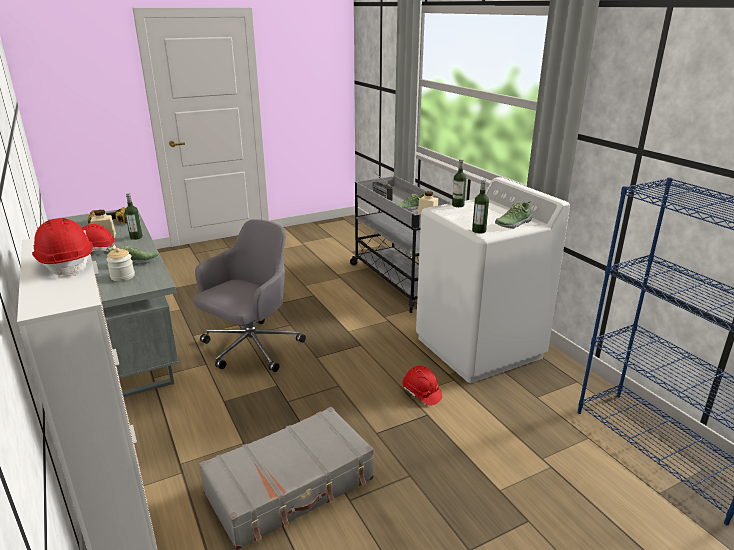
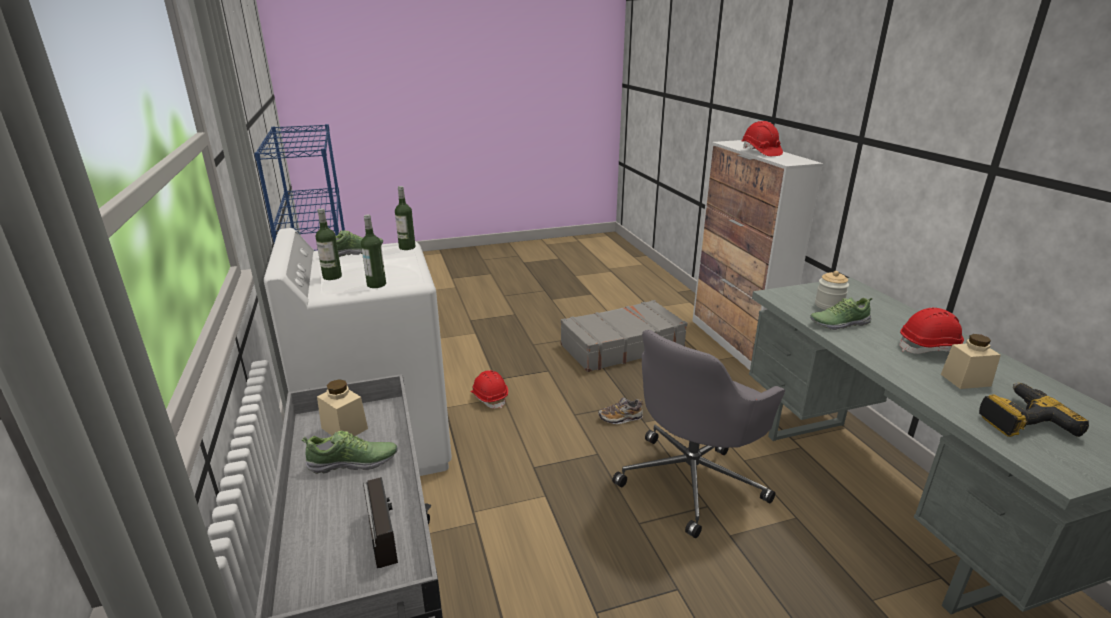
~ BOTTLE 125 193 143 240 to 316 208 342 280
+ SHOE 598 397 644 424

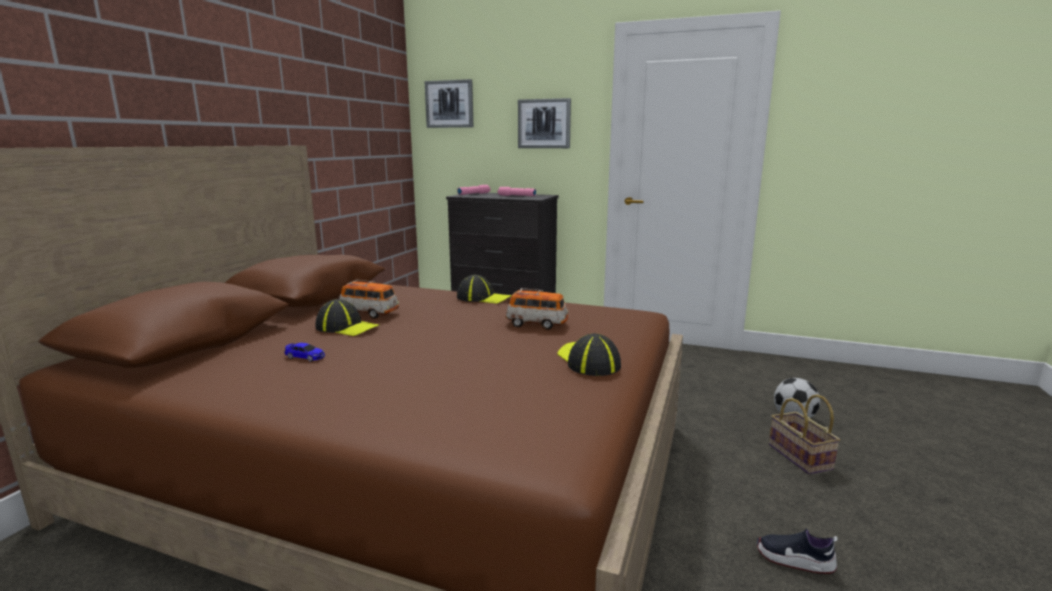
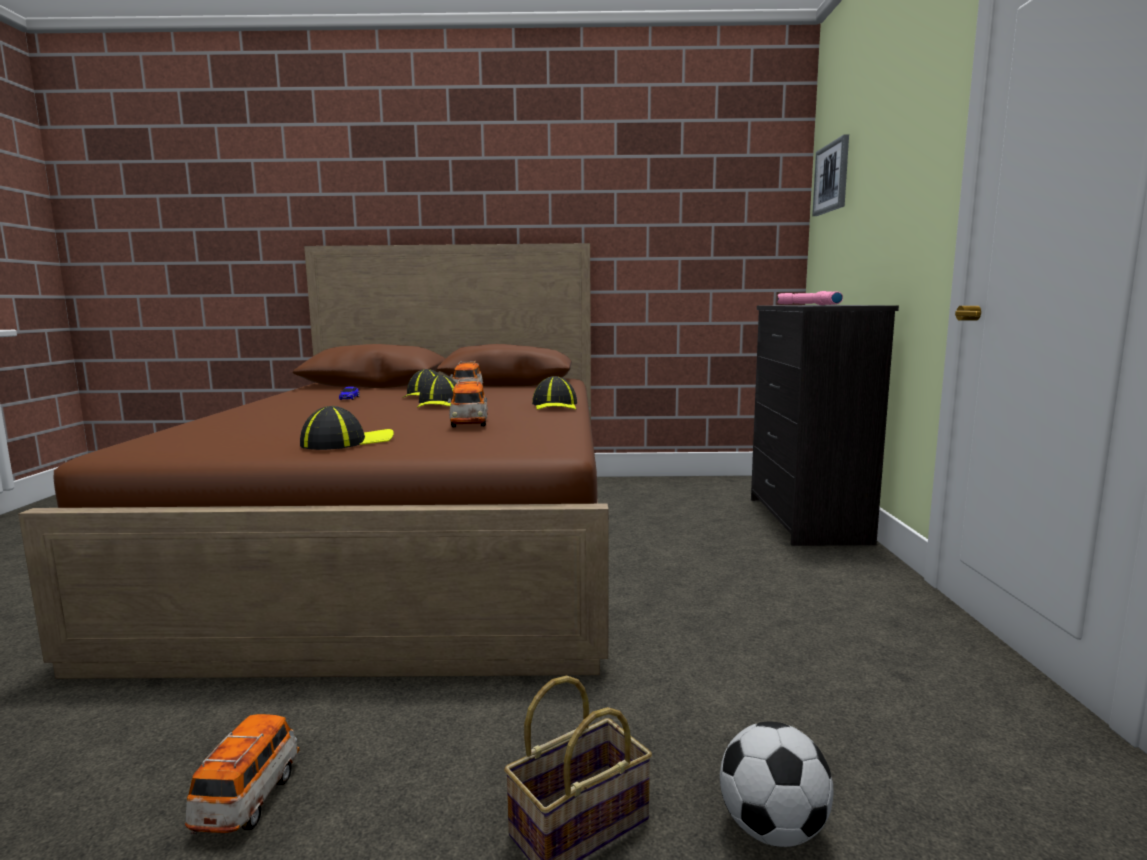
- PICTURE 518 98 571 148
~ SHOE 757 528 838 574 to TOY CAR 185 714 299 835
+ CAP 417 375 456 408

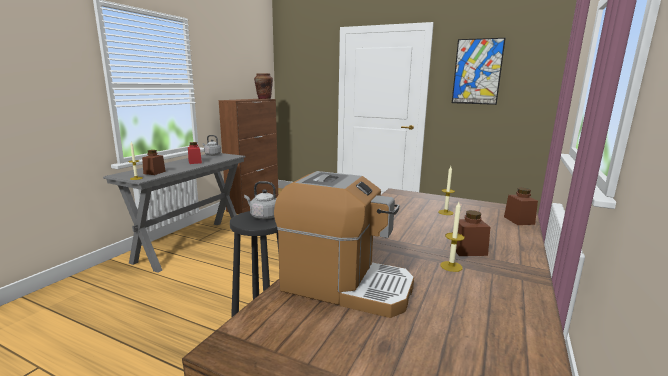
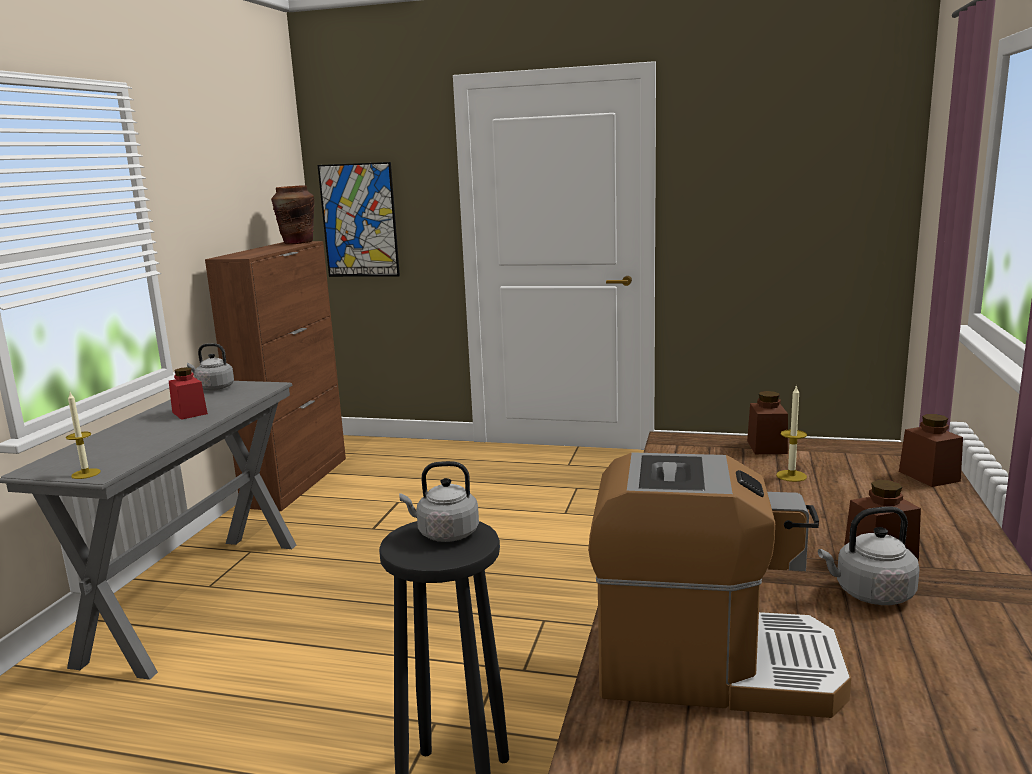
~ PICTURE 452 38 506 105 to 318 162 400 277
~ BROWN JAR 142 150 166 175 to 747 391 788 454
~ CANDLE 441 202 465 272 to GREY KETTLE 818 507 920 605

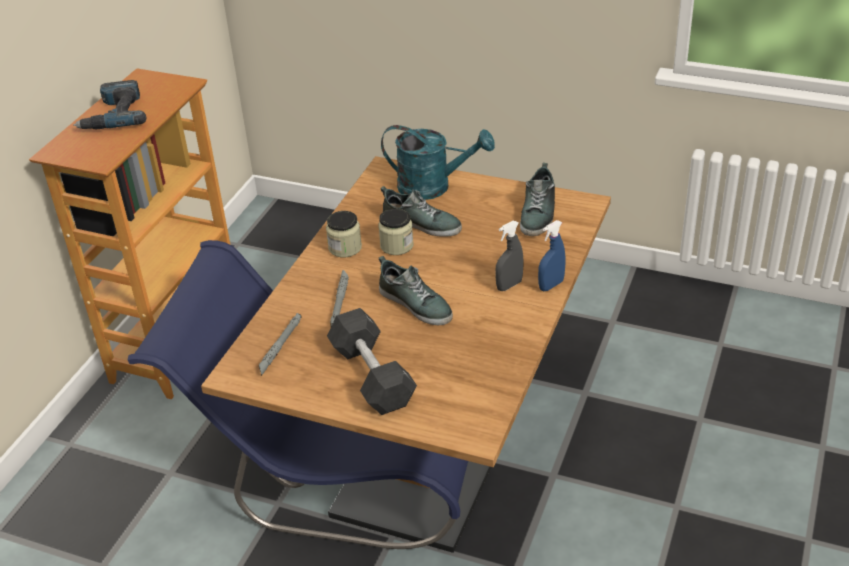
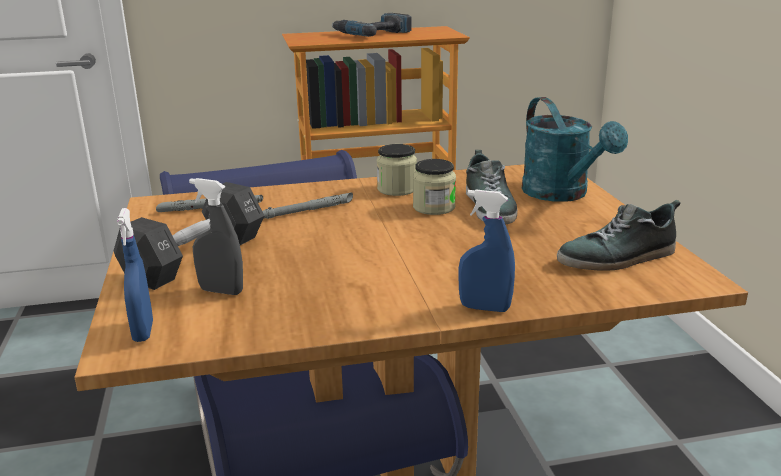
~ GREY SPRAY BOTTLE 495 221 524 291 to 189 178 243 295
- SHOE 379 256 453 325
+ BLUE SPRAY BOTTLE 117 208 153 342

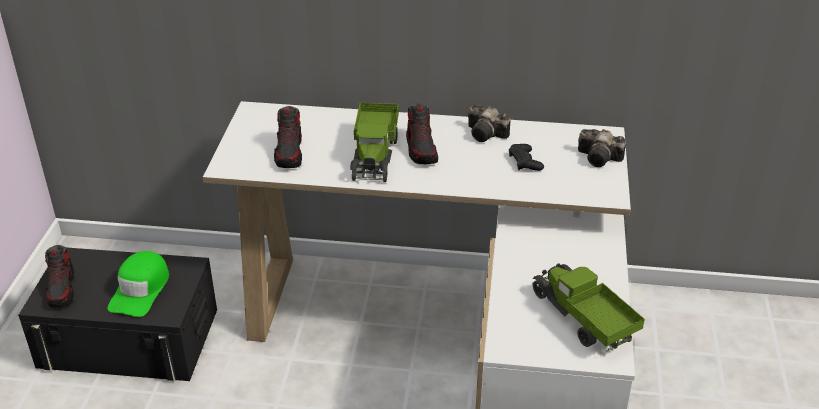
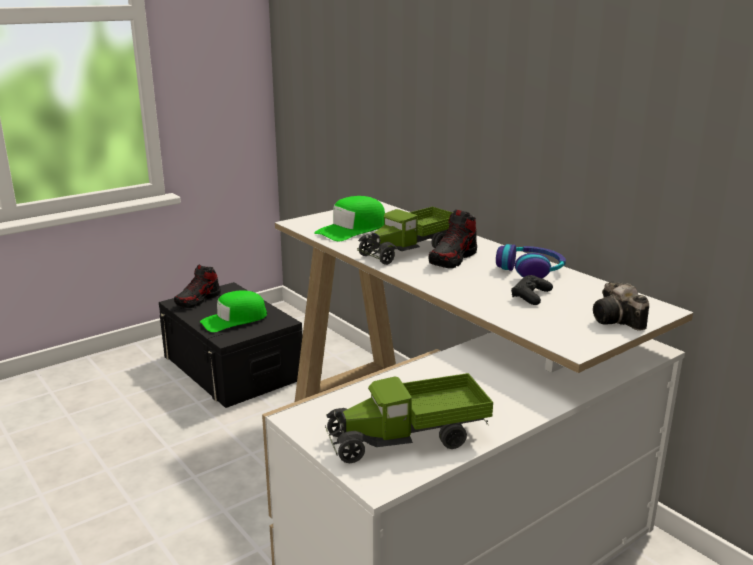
~ PHOTO CAMERA 468 105 510 142 to HEADPHONES 496 244 566 278
~ SHOE 274 106 302 168 to GREEN CAP 314 196 385 241
~ TOY TRUCK 532 263 645 351 = 325 373 493 463 120 degrees counterclockwise

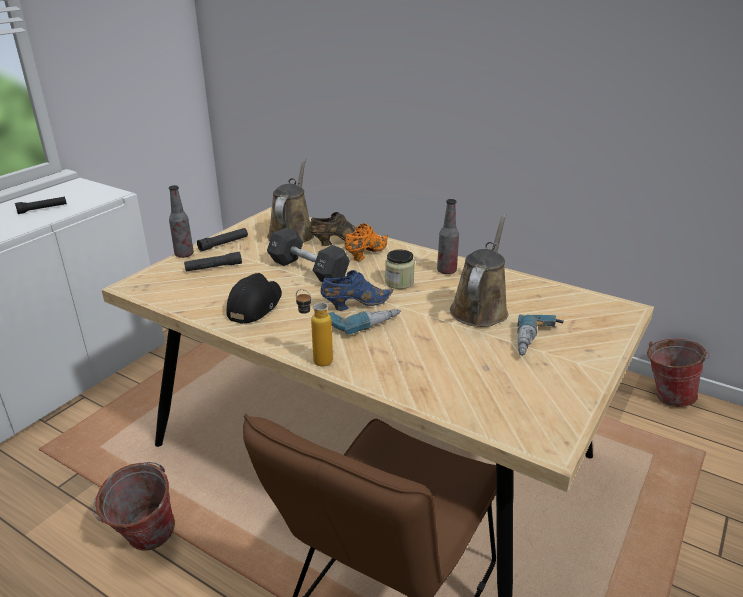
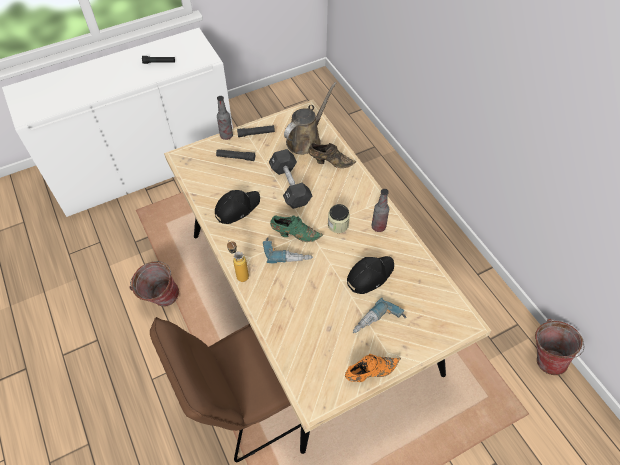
~ BROWN WATERING CAN 450 214 508 327 to BLACK CAP 347 256 394 294
~ ORANGE SHOE 345 223 388 261 to 345 354 401 382
~ BLUE SHOE 321 270 394 311 to GREEN SHOE 270 215 323 242

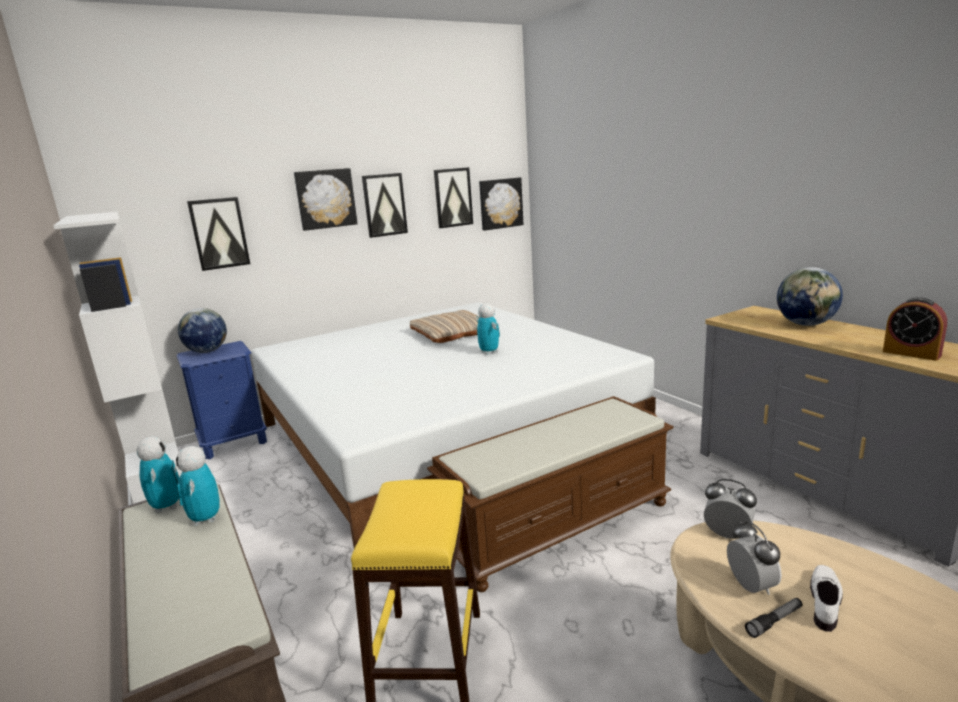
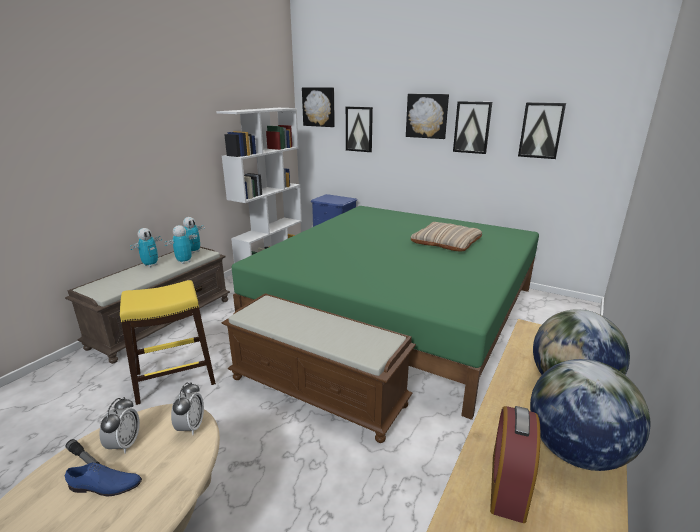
~ PICTURE 479 177 523 231 to 302 87 335 127
~ WHITE BED 251 302 656 548 to GREEN BED 232 206 539 420
~ TOY ROBOT 476 303 500 355 to 130 228 162 267
~ GLOBE 178 308 227 353 to 530 359 651 471
~ ALARM CLOCK 727 521 782 595 = 99 397 140 454 45 degrees counterclockwise
~ WHITE SHOE 810 565 843 632 to BLUE SHOE 65 462 142 496

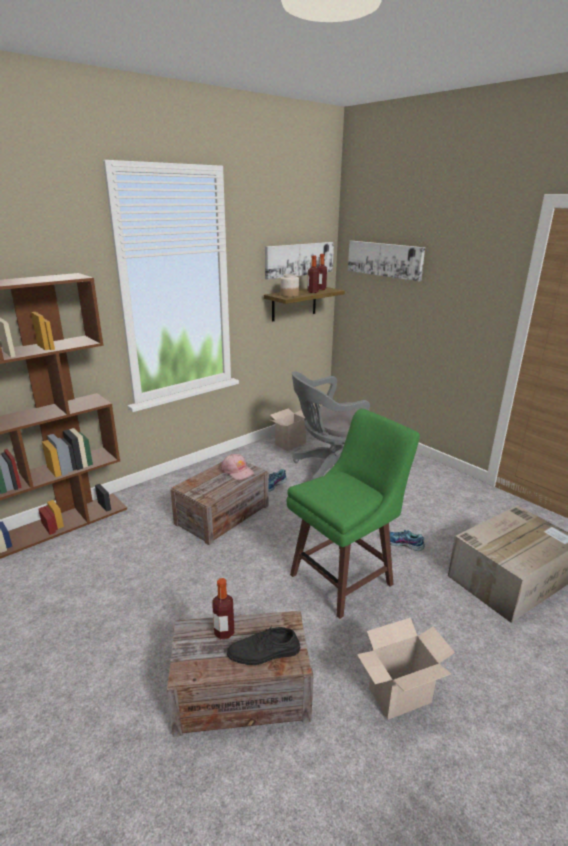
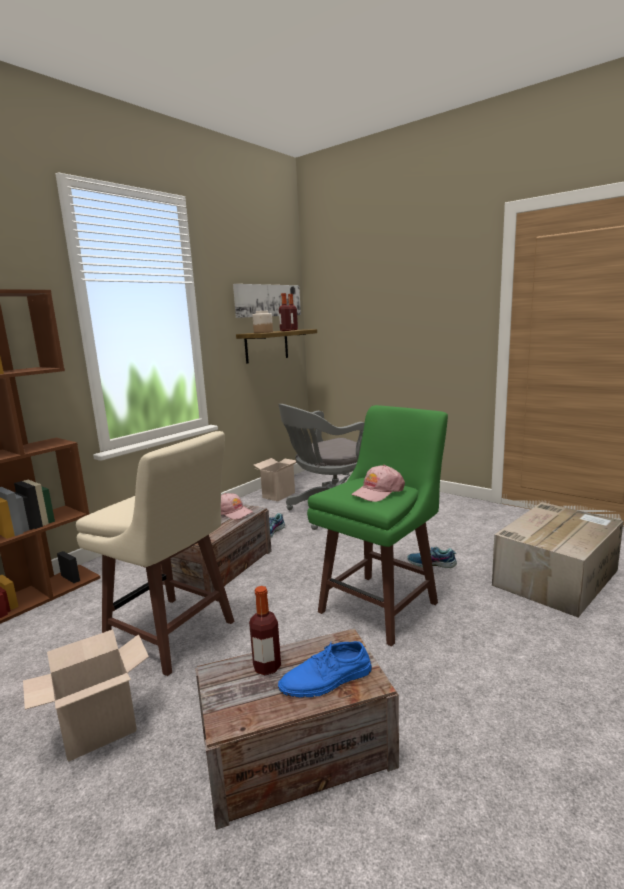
- PICTURE 348 241 425 281
~ CARDBOARD BOX 357 618 455 720 to 23 629 149 762
~ BLACK SHOE 227 625 300 665 to BLUE SHOE 278 641 372 698
+ BEIGE STOOL 76 431 234 676
+ PINK CAP 351 465 405 502

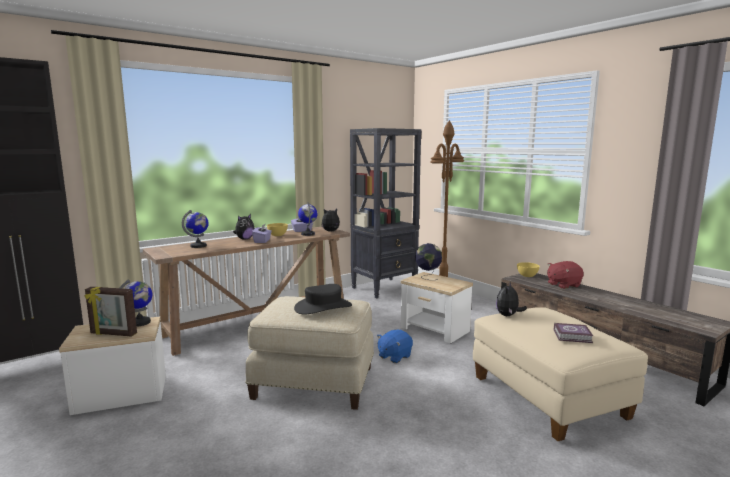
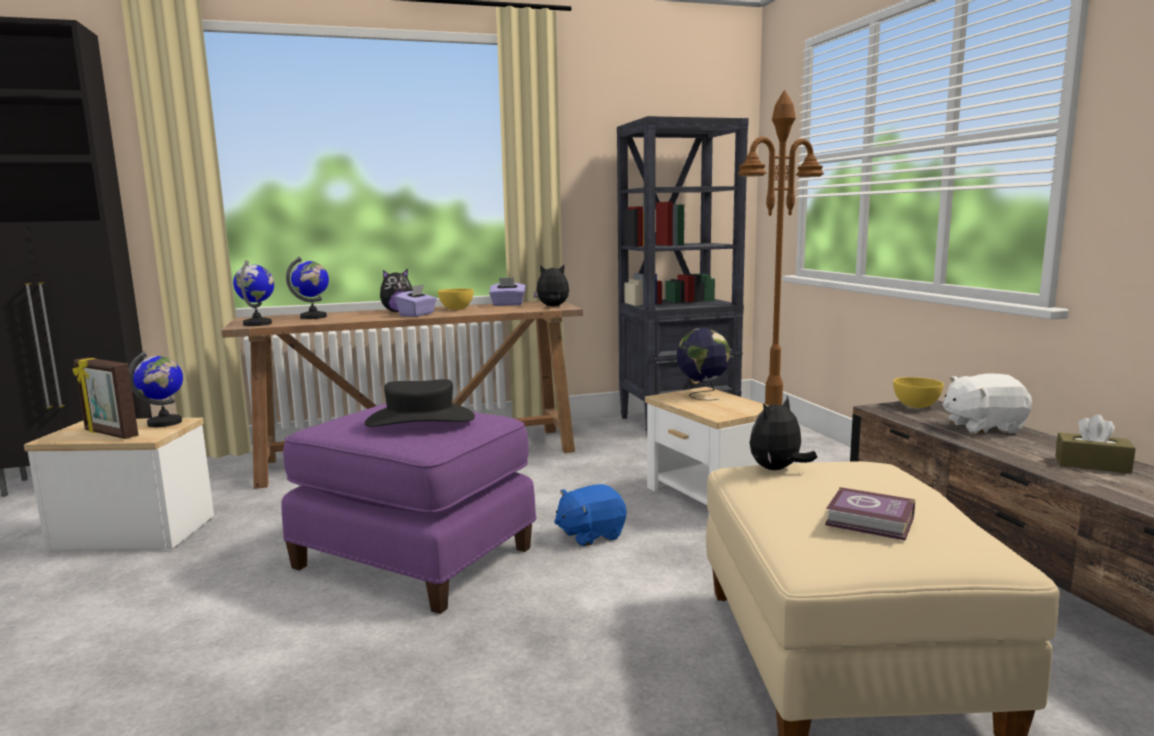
~ GLOBE 298 203 318 236 to 233 260 274 326
~ RED PLUSH TOY 547 261 584 289 to WHITE PLUSH TOY 943 374 1032 434
~ BEIGE OTTOMAN 245 296 374 410 to PURPLE OTTOMAN 281 403 537 614
+ BROWN TISSUE BOX 1055 415 1136 473

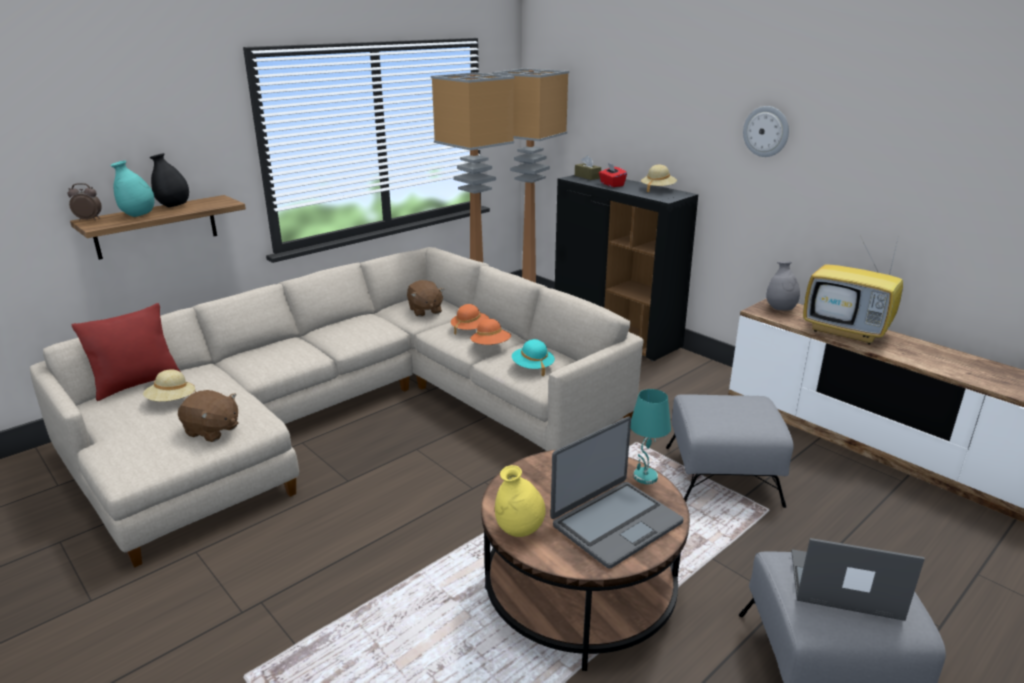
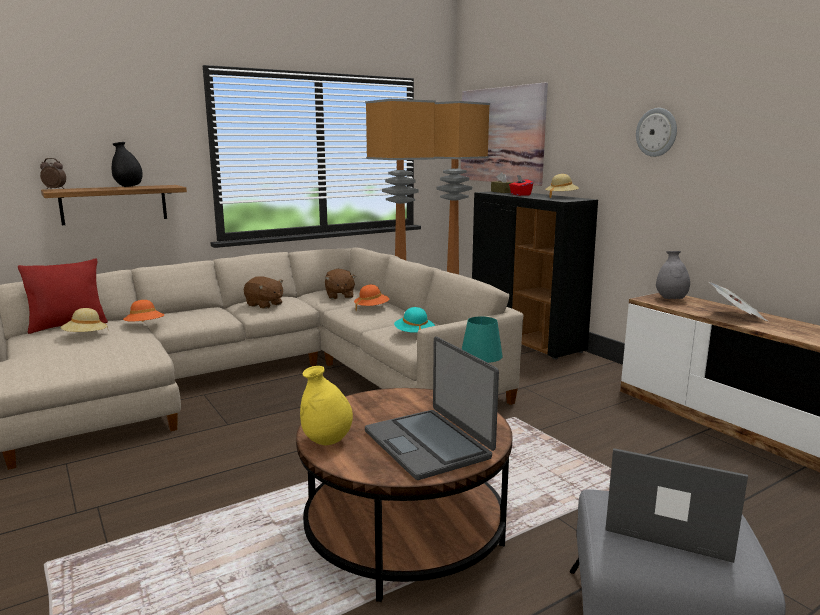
- TURQUOISE VASE 110 160 154 217
~ TELEVISION 803 240 903 345 to NEWSPAPER 708 282 768 321
~ ORANGE HAT 470 319 511 345 to 123 300 164 322
~ BROWN PLUSH TOY 178 390 238 442 to 244 277 283 309
- GREY OTTOMAN 666 394 793 508
~ LAPTOP 550 416 684 568 = 365 336 499 480 90 degrees clockwise
+ PICTURE 461 83 548 186

